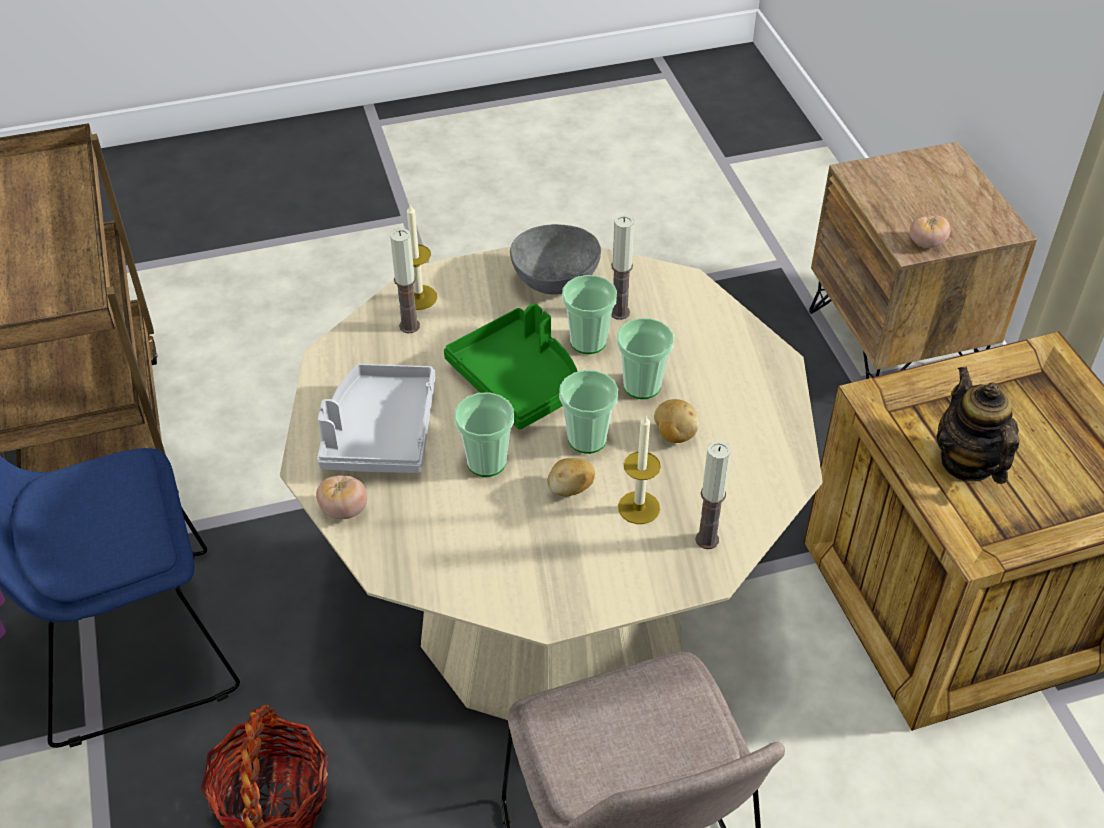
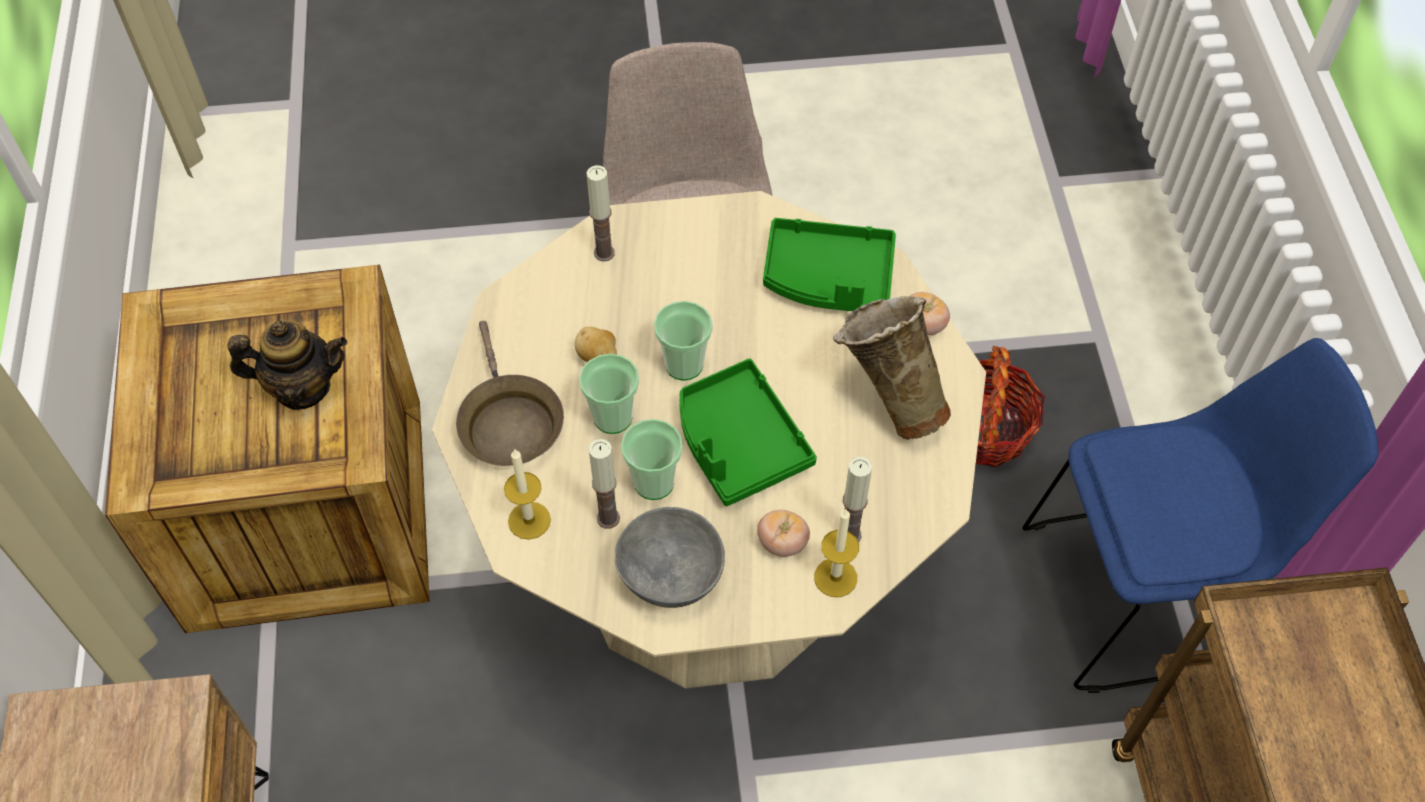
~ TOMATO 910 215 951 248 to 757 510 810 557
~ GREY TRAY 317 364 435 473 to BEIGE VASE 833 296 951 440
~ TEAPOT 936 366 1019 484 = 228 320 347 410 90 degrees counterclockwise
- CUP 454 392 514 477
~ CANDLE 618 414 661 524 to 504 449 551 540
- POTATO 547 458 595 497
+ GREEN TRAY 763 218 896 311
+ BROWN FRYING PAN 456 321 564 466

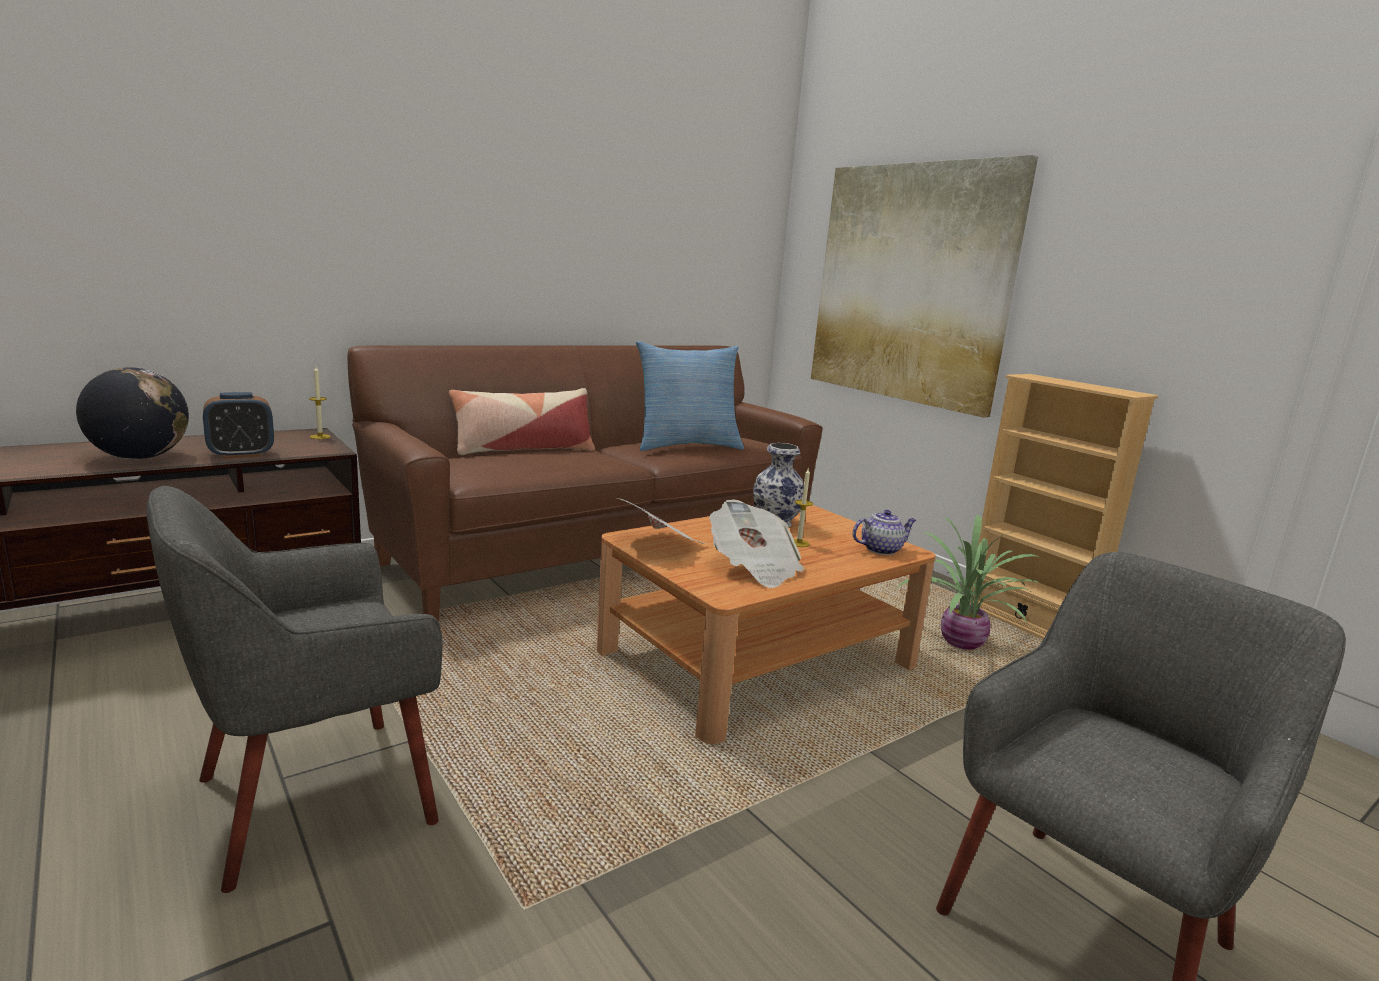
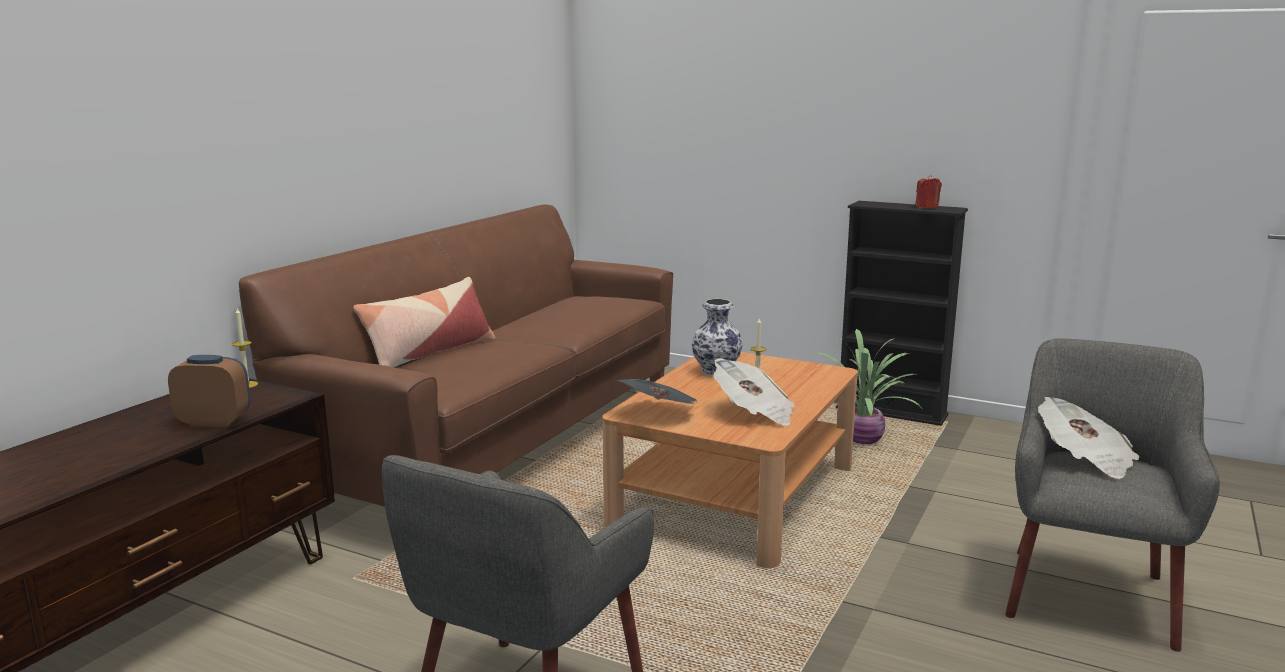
- PICTURE 811 155 1038 418
- PILLOW 636 341 744 451
- GLOBE 76 367 189 459
~ BEIGE BOOKCASE 969 374 1158 639 to BLACK BOOKCASE 836 201 968 426
~ ALARM CLOCK 203 392 274 459 = 168 355 250 427 120 degrees counterclockwise
- TEAPOT 852 510 916 555
+ RED CANDLE 915 175 942 208
+ NEWSPAPER 1038 397 1139 479

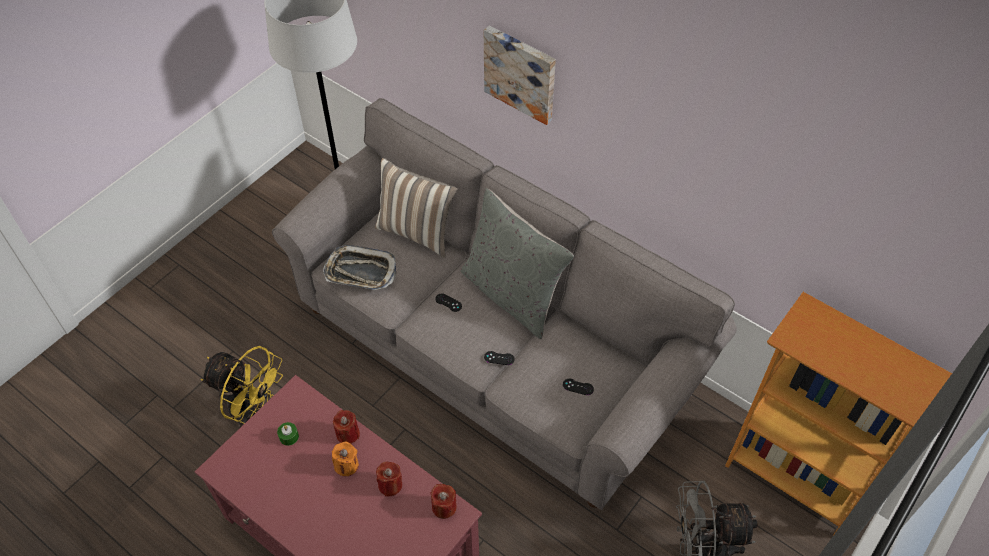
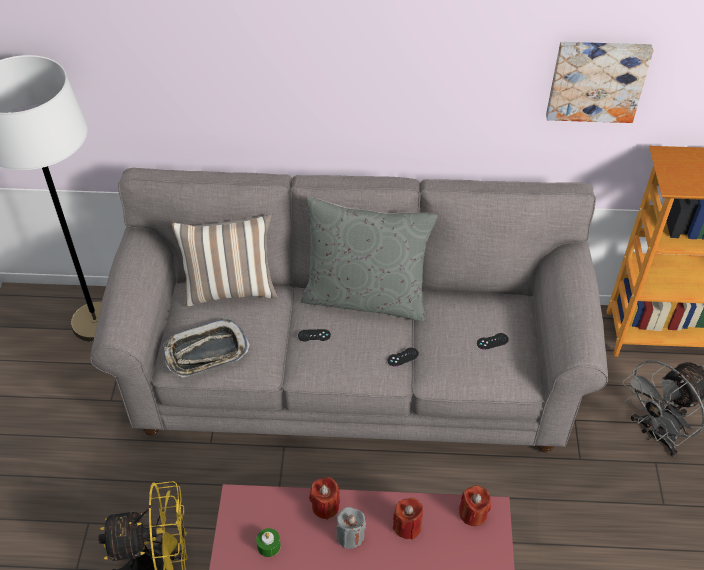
~ PICTURE 484 26 556 125 to 546 42 653 123
~ ORANGE CANDLE 332 442 359 476 to GREY CANDLE 336 507 366 549

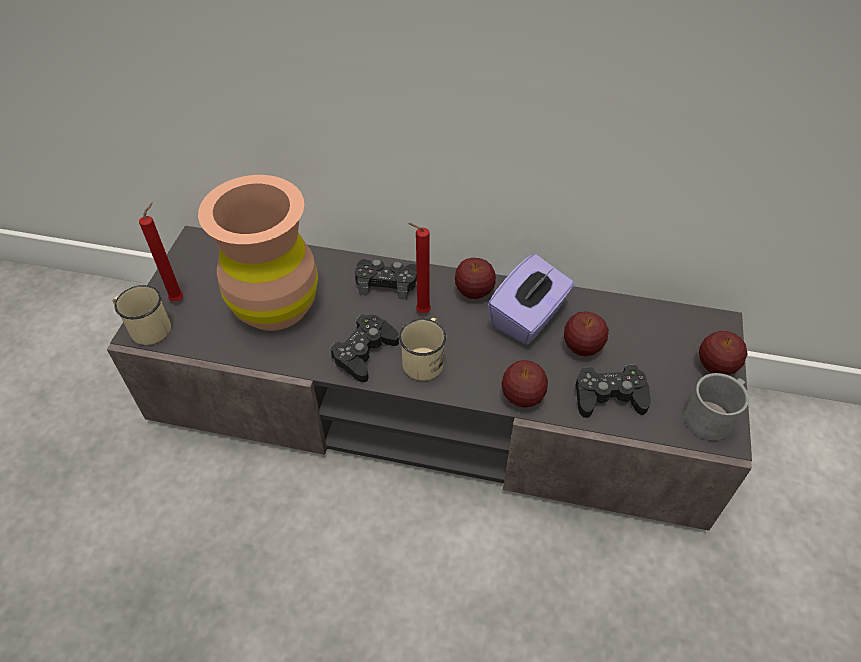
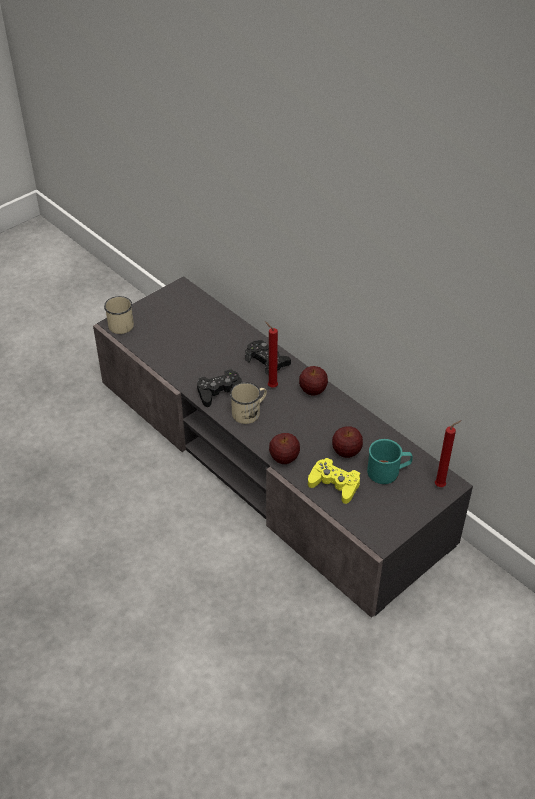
- BROWN VASE 198 175 318 331
~ RED CANDLE 139 202 183 302 to 435 420 461 487
- PURPLE TISSUE BOX 488 254 574 345
- APPLE 699 331 748 375
~ BLACK GAME CONTROLLER 575 364 651 418 to YELLOW GAME CONTROLLER 308 458 360 504
- GREY MUG 684 373 749 441
+ TURQUOISE MUG 367 439 413 484

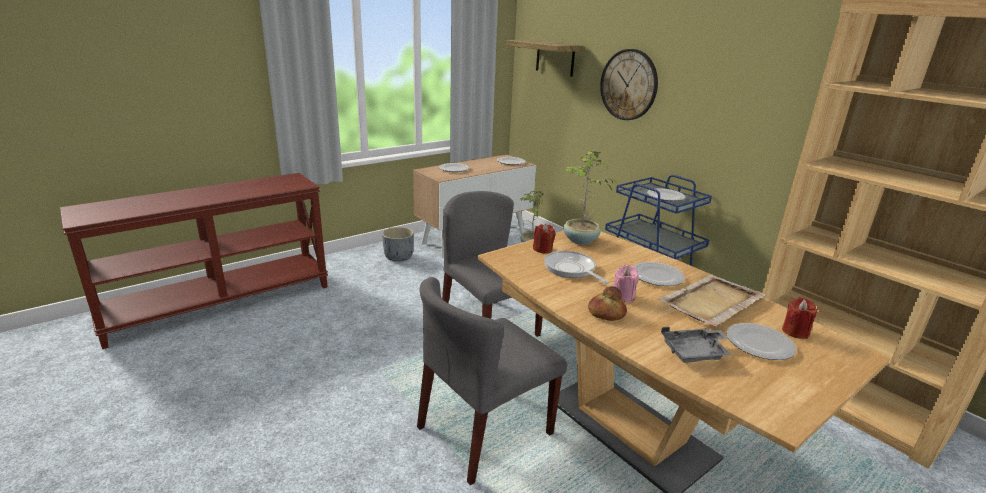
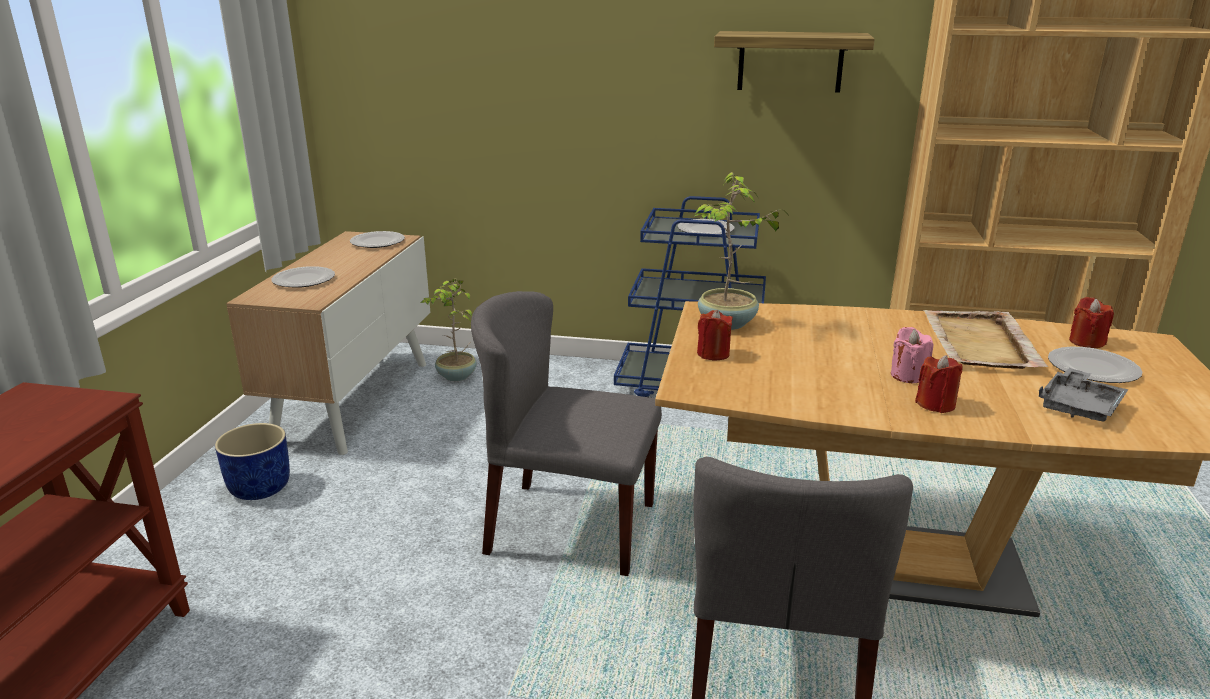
~ SHELF 506 40 584 76 to 714 31 875 93
- WALL CLOCK 600 49 658 120
~ GREY PLANTER 382 227 414 262 to BLUE PLANTER 215 423 290 500
- FRYING PAN 544 251 609 284
- PLATE 633 262 685 286
~ BREAD 588 286 627 321 to RED CANDLE 915 355 963 413

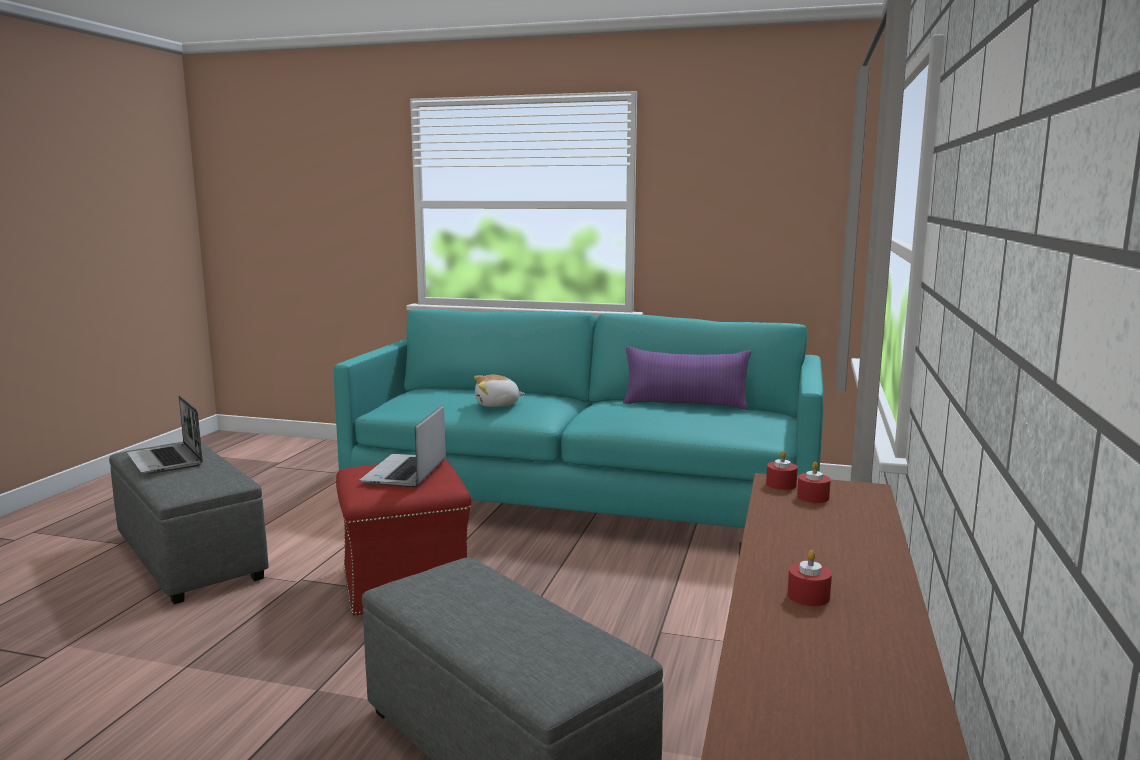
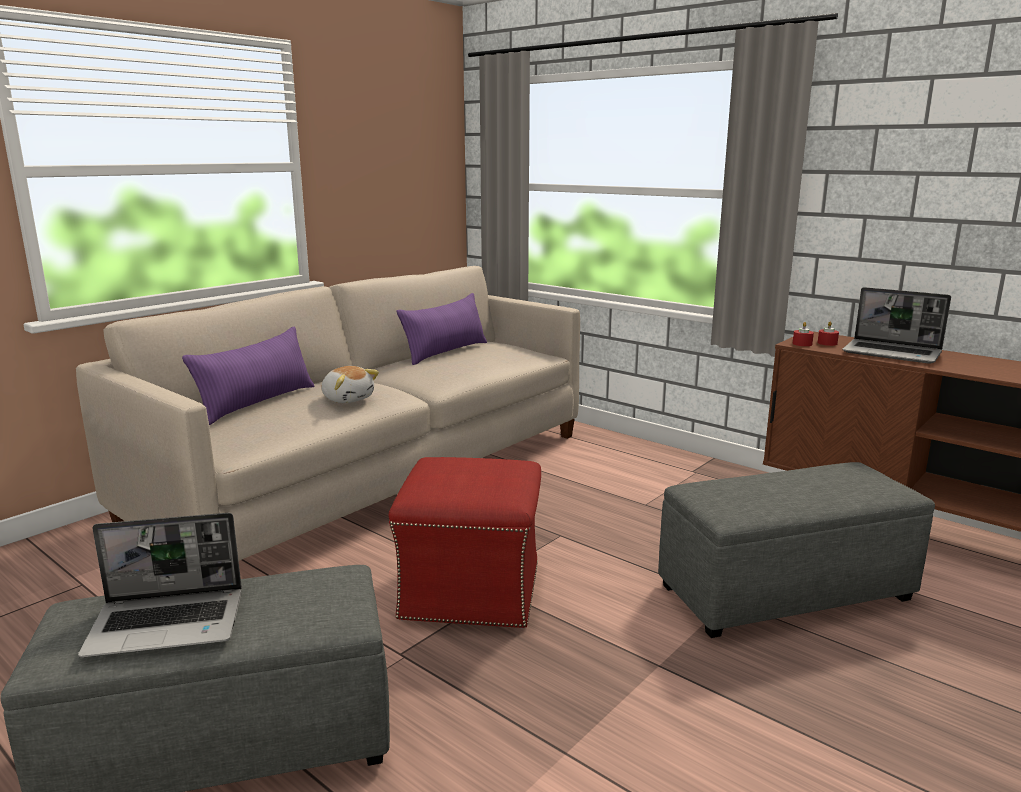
~ TURQUOISE SOFA 334 309 824 528 to BEIGE SOFA 76 266 580 561
~ PLUSH TOY 474 375 525 407 = 321 366 379 403 60 degrees counterclockwise
~ LAPTOP 360 405 446 487 to 842 287 951 364
- RED CANDLE 787 550 832 606
+ PURPLE PILLOW 182 327 315 425

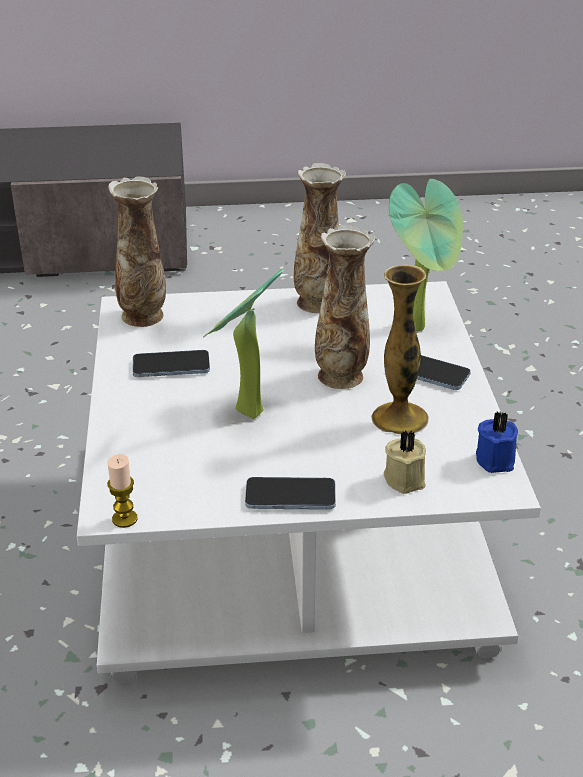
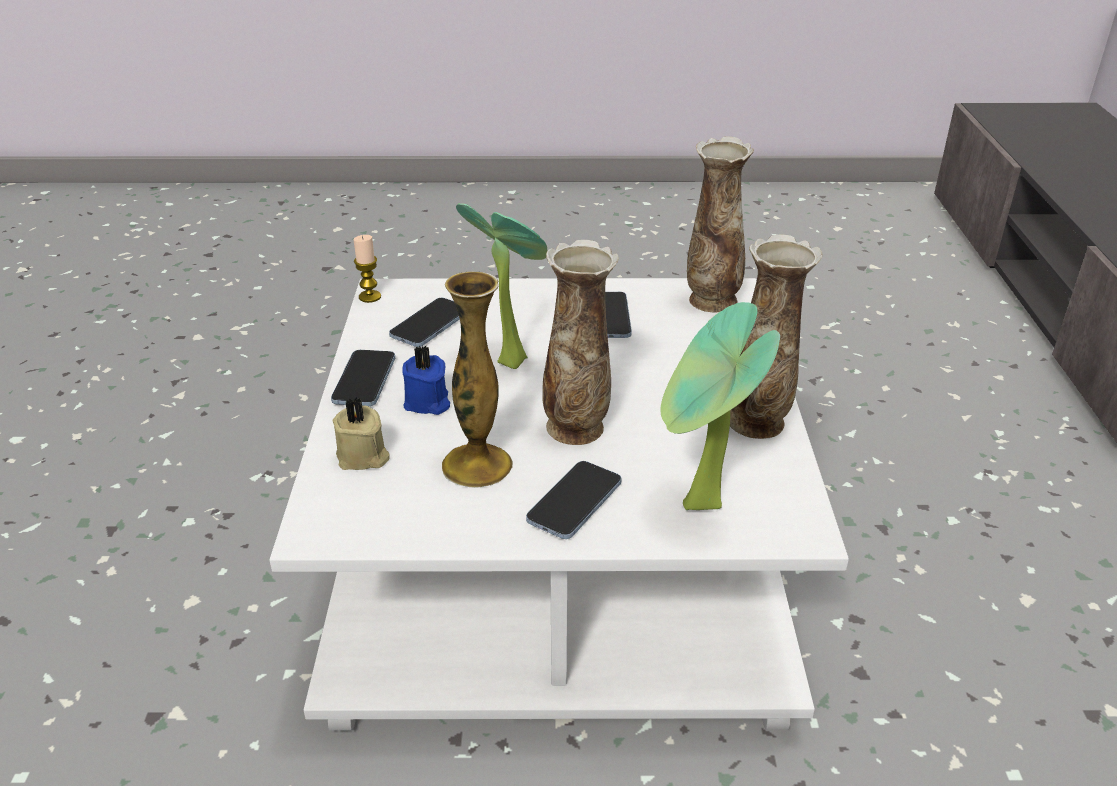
~ BLUE CANDLE 476 412 518 473 to 403 346 450 415
+ PHONE 389 298 460 347

